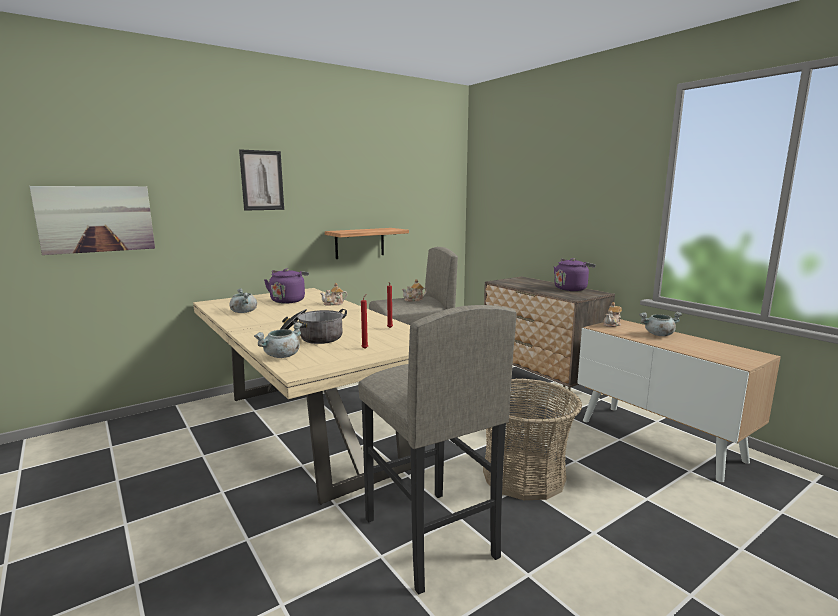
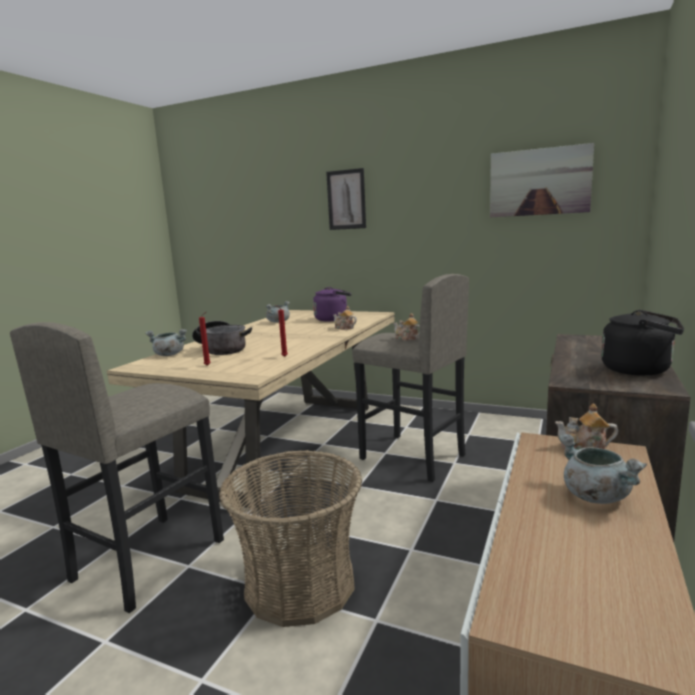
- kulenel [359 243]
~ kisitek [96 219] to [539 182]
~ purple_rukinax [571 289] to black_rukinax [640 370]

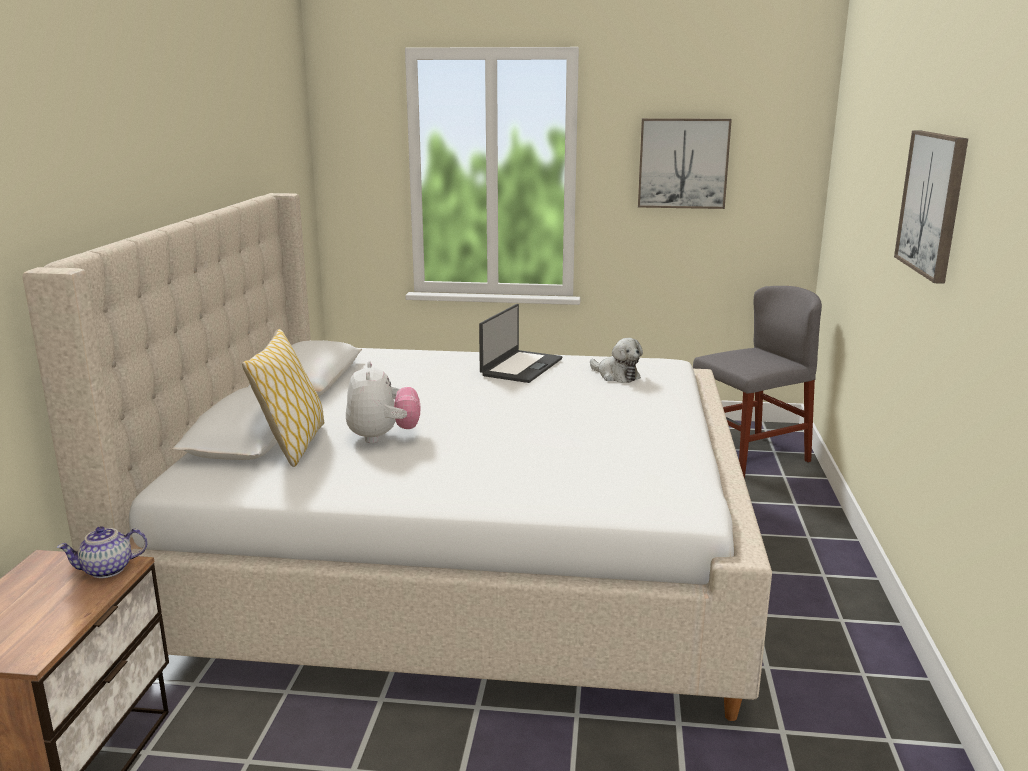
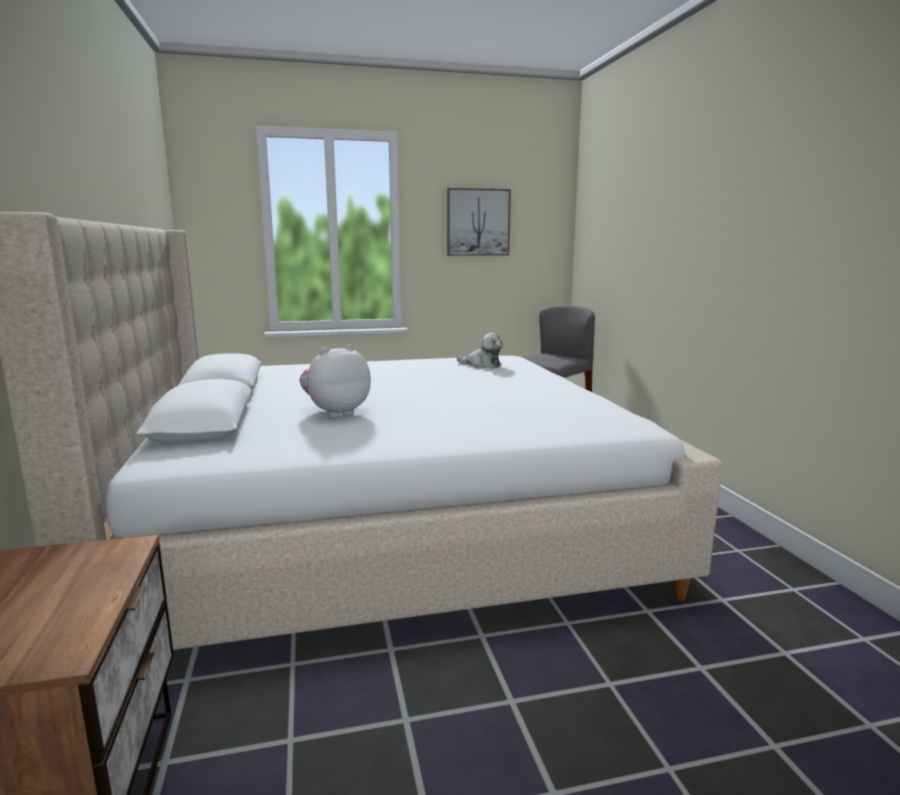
- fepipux [106 570]
- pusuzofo [293 445]
- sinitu [520 367]
- kisitek [932 203]
~ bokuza [383 437] = [335 412] 105 degrees counterclockwise

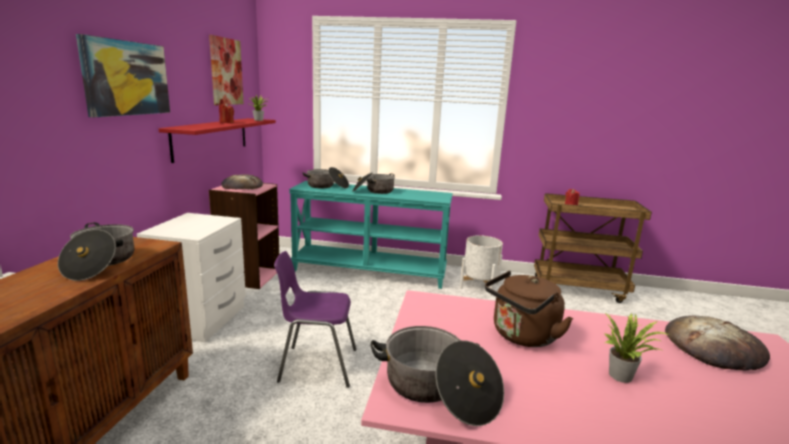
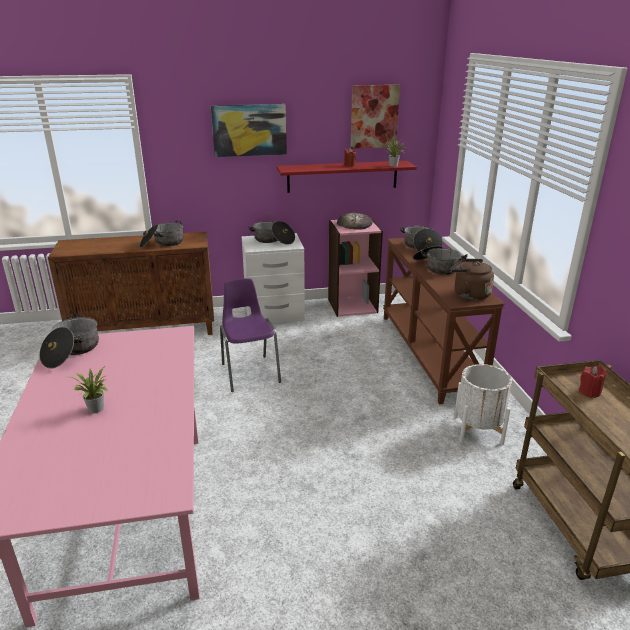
- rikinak [713 347]
+ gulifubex [273 240]
~ brown_rukinax [522 336] to [469 294]
~ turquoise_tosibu [370 271] to brown_tosibu [430 353]

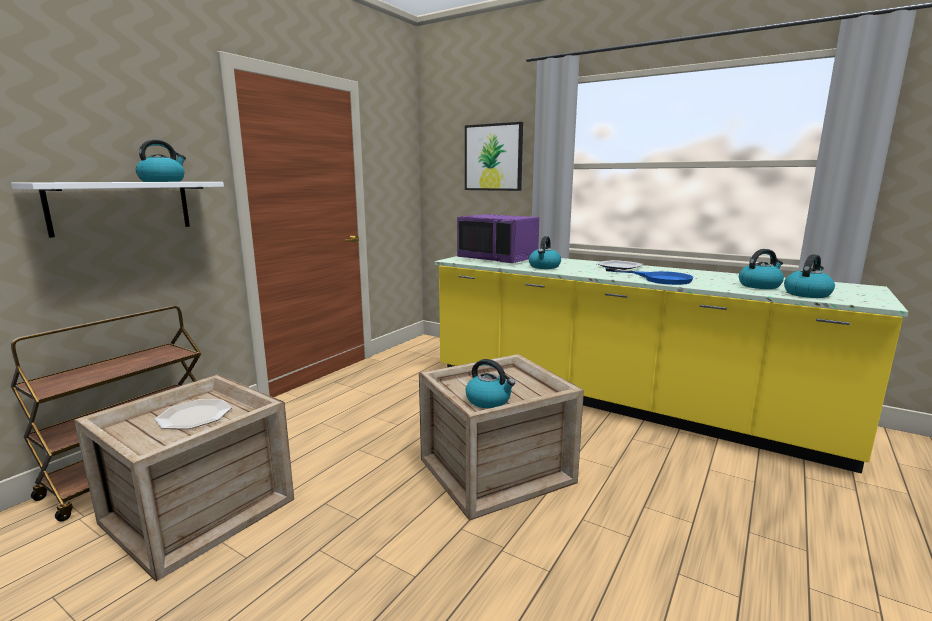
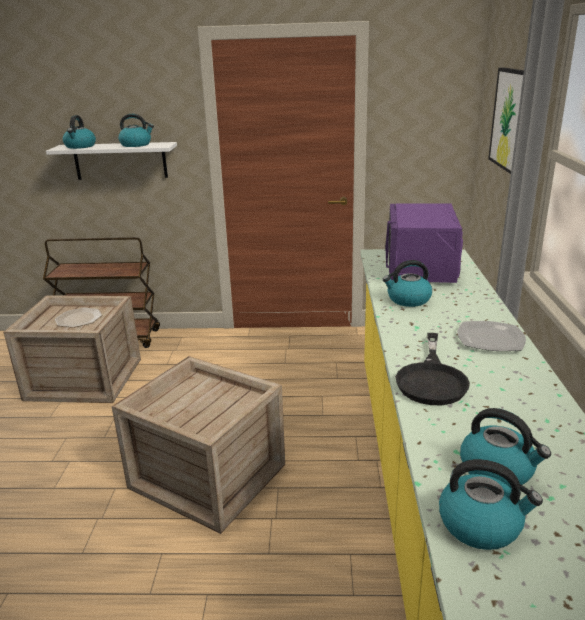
~ rukinax [489 400] to [80 146]
~ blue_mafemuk [658 279] to black_mafemuk [432 379]

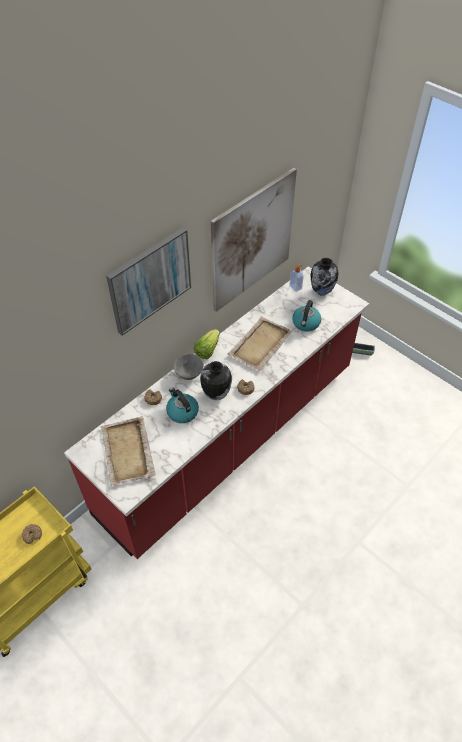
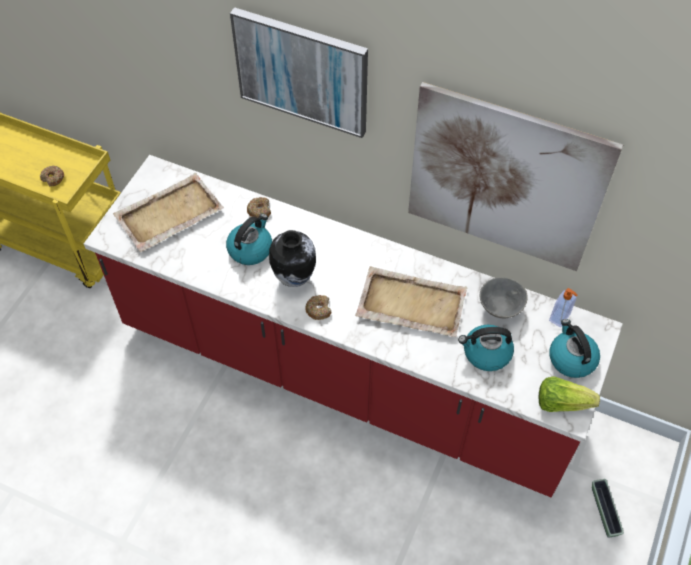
~ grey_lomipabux [188 374] to [499 307]
~ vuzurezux [207 350] to [561 402]
~ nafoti [322 291] to rukinax [571 358]

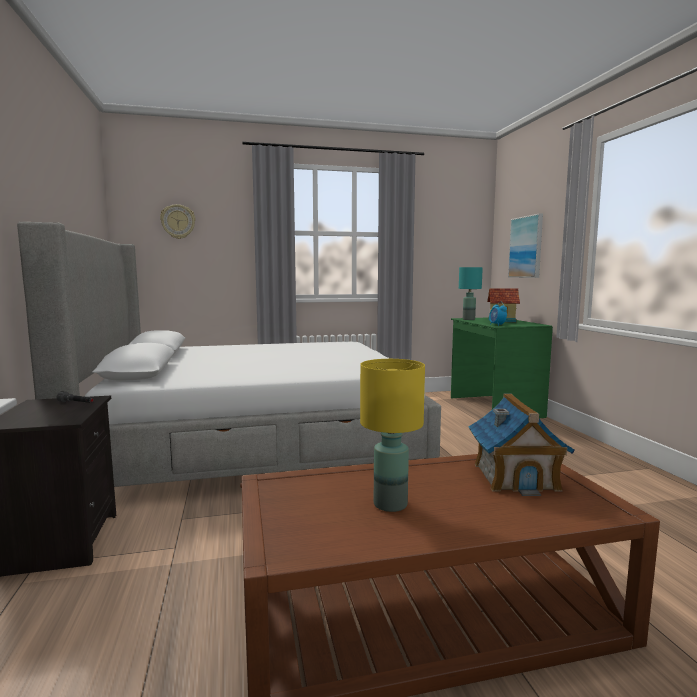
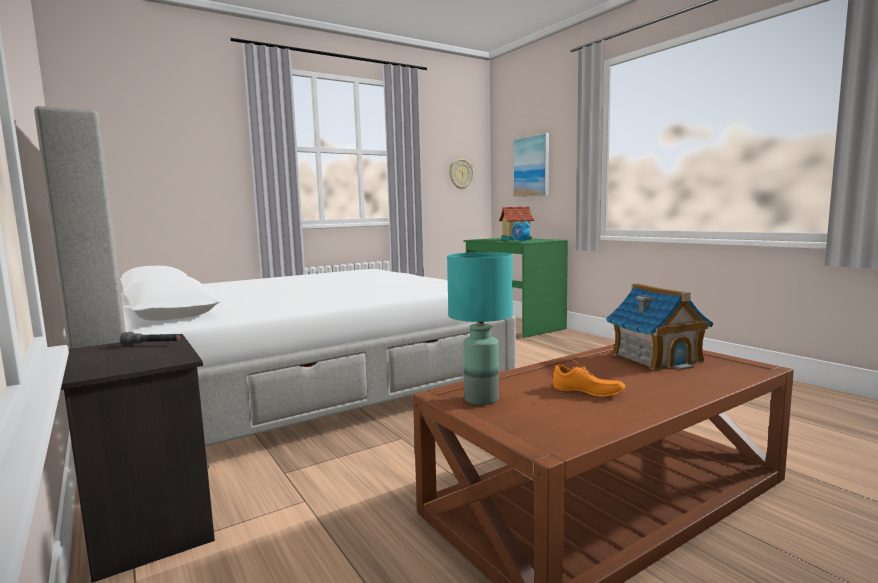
~ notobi [178 221] to [460 174]
~ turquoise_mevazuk [468 319] to [481 399]
~ yellow_mevazuk [390 504] to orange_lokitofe [587 392]

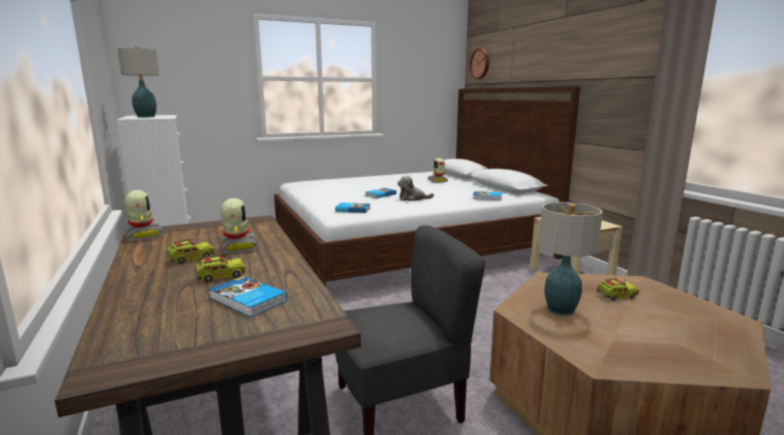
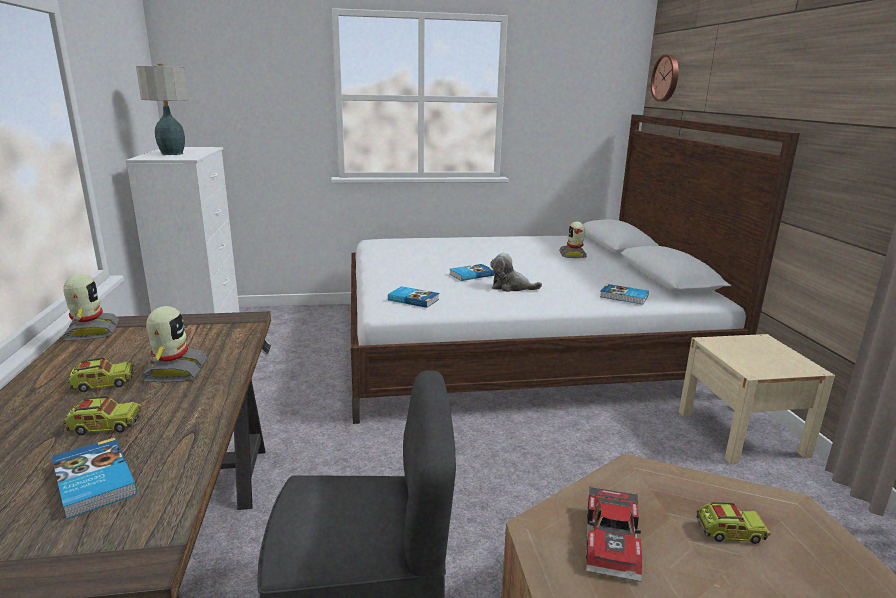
~ mevazuk [561 309] to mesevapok [614 543]

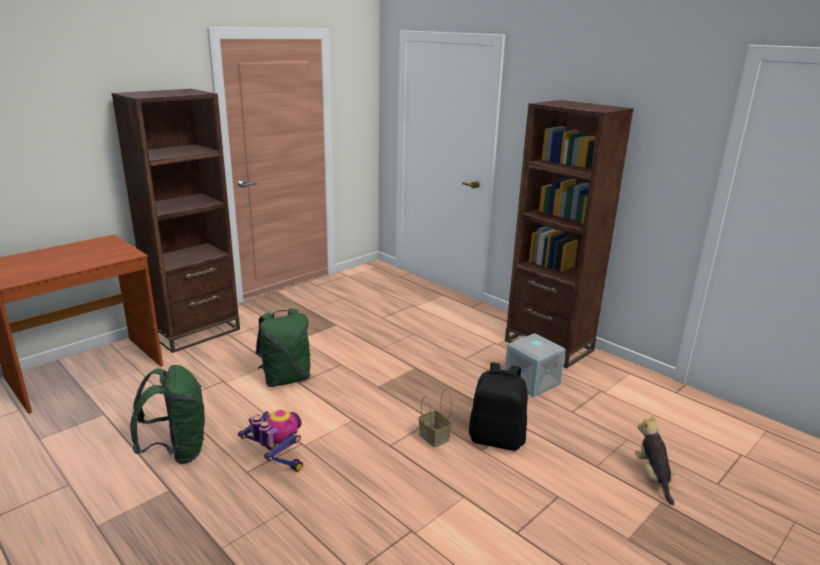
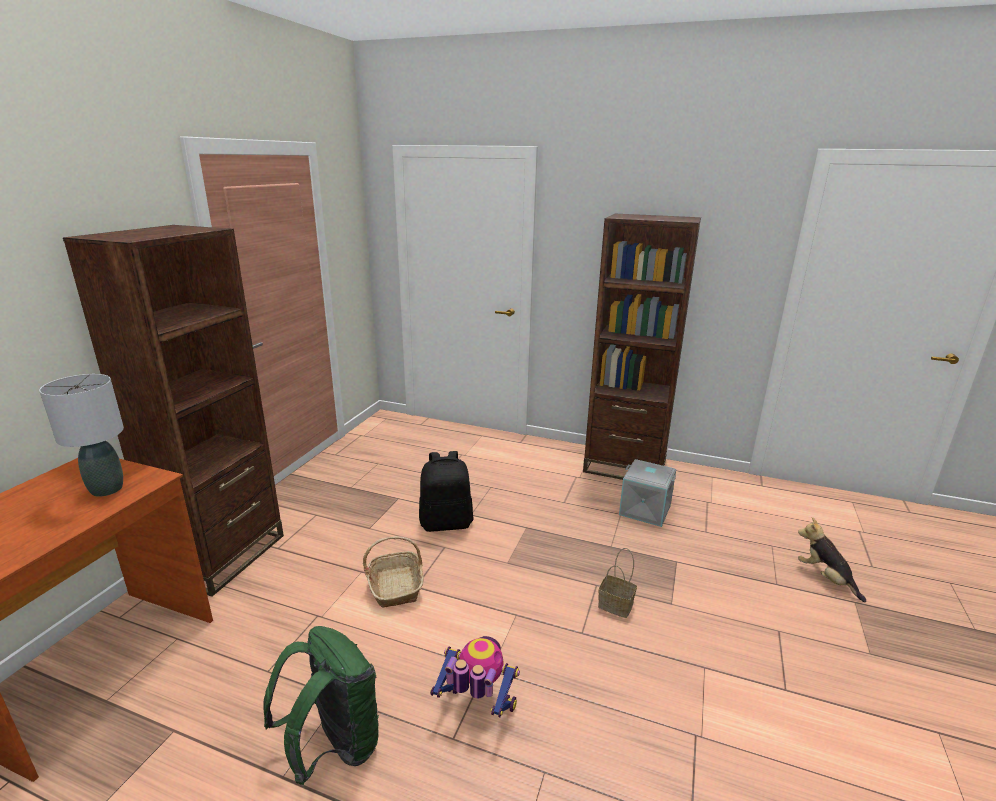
+ grey_mevazuk [106 489]
~ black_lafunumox [497 439] to [446 523]
~ green_lafunumox [286 379] to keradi [396 586]

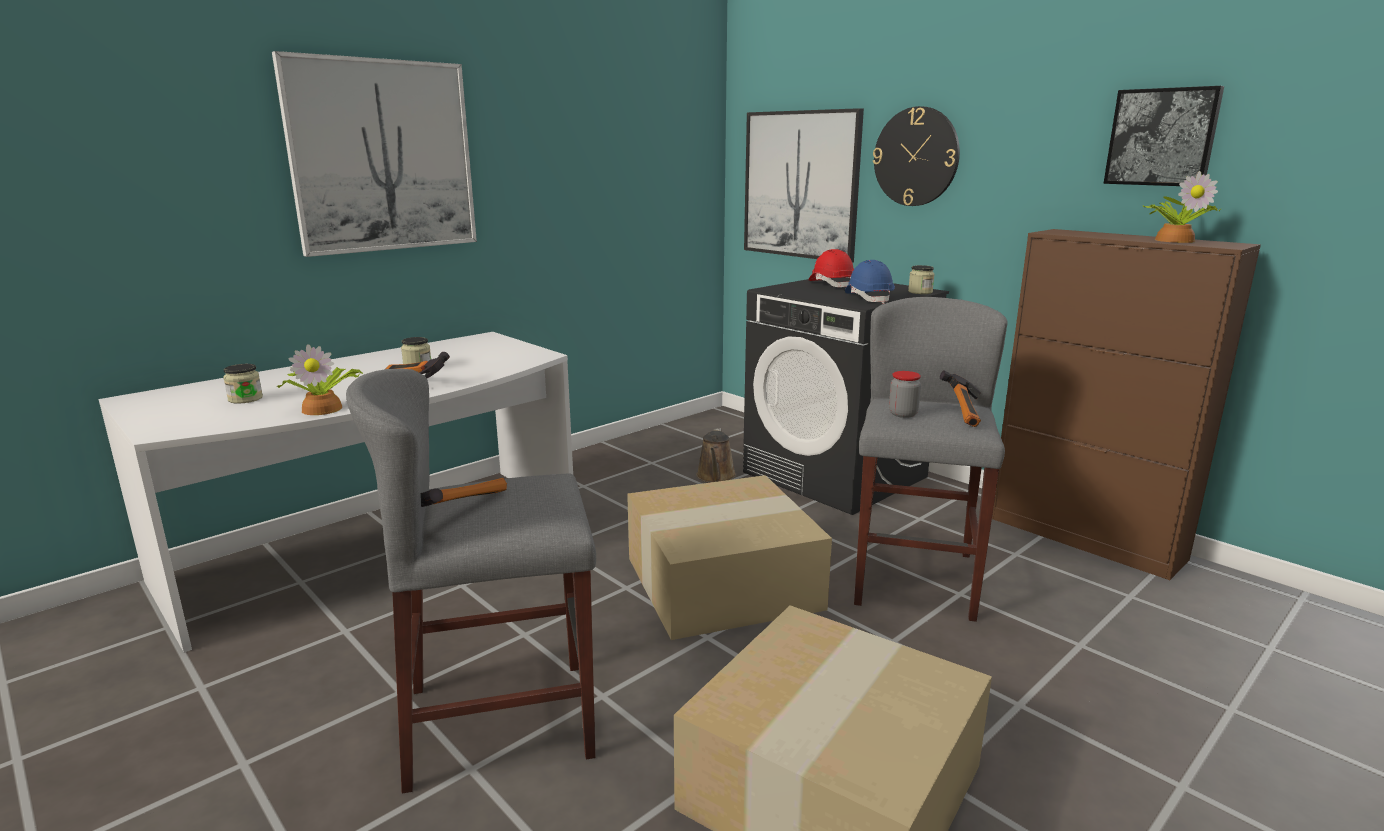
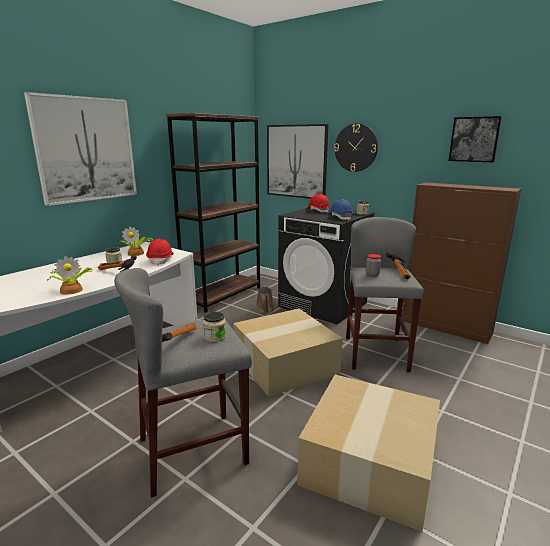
+ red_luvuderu [161 260]
+ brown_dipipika [223 295]
~ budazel [245 399] to [215 337]
~ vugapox [1175 240] to [136 253]

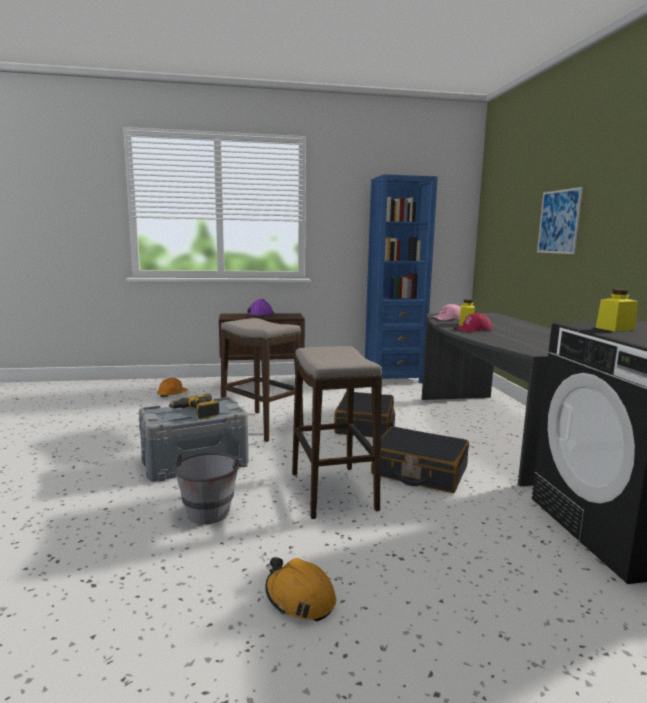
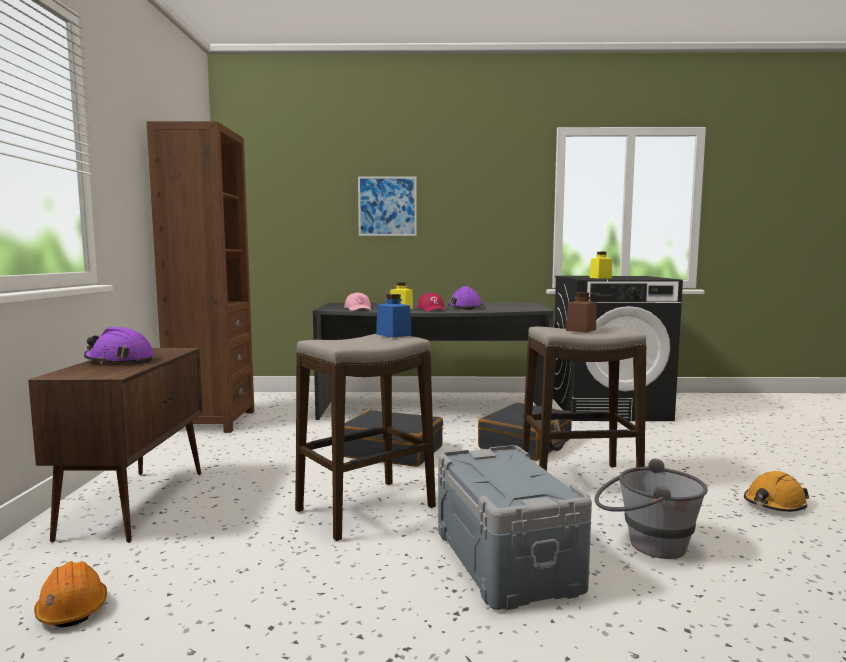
- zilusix [196 412]
+ blue_budazel [393 335]
+ purple_luvuderu [465 307]
+ brown_budazel [581 330]
~ blue_dipipika [393 378] to brown_dipipika [212 421]

